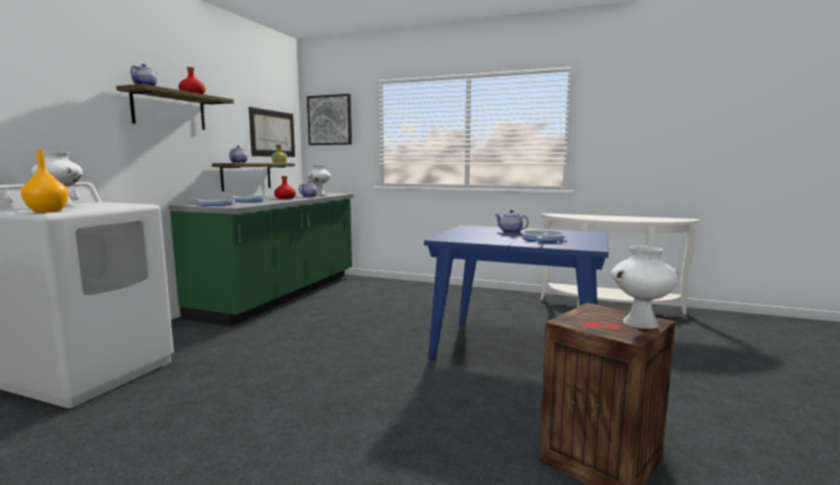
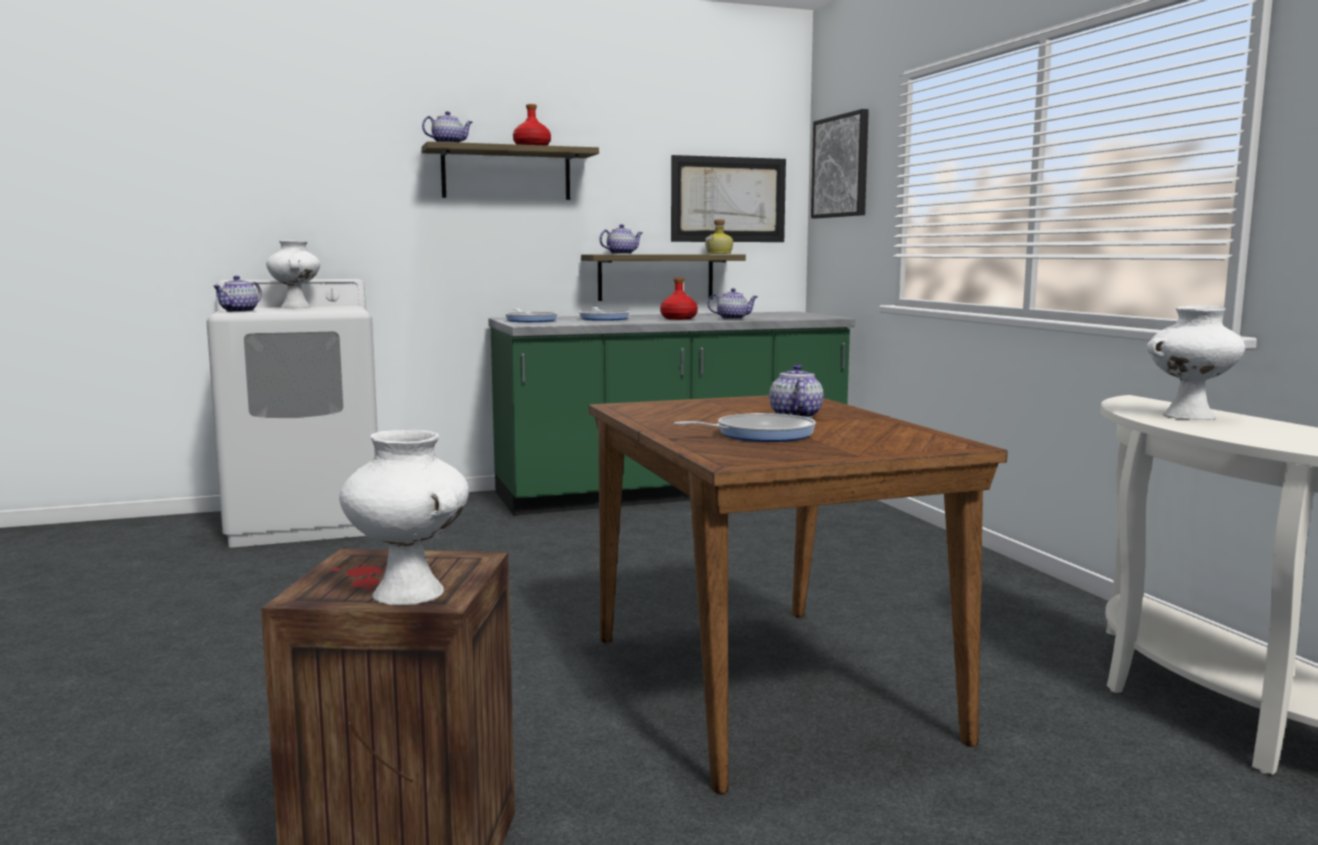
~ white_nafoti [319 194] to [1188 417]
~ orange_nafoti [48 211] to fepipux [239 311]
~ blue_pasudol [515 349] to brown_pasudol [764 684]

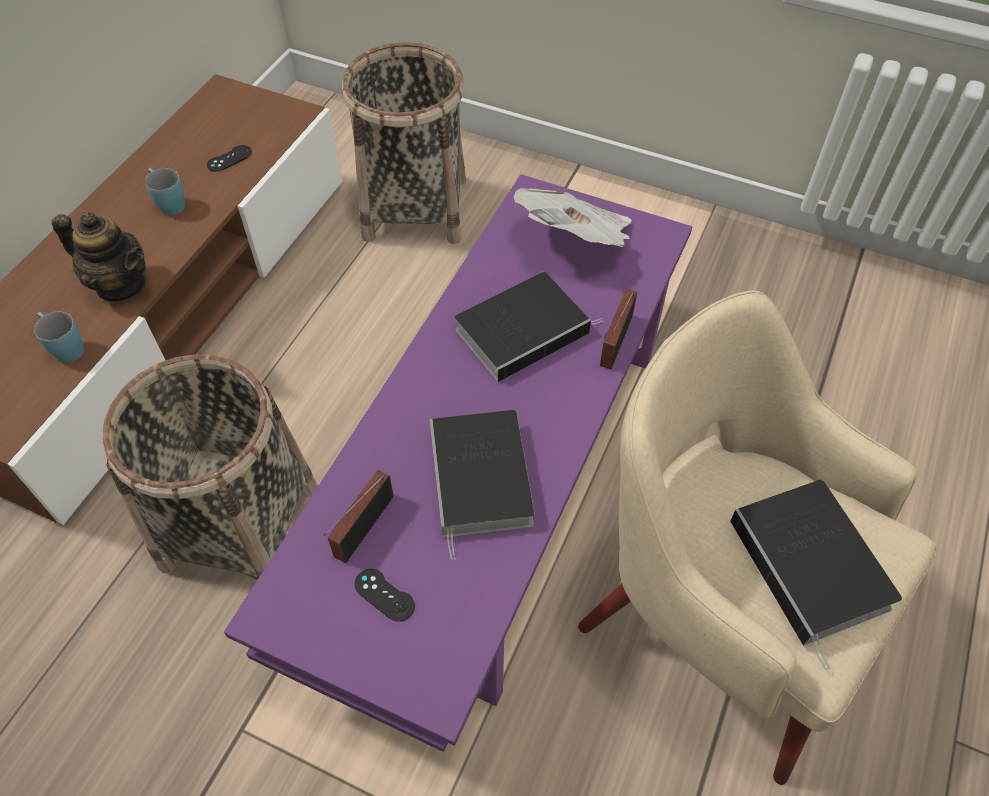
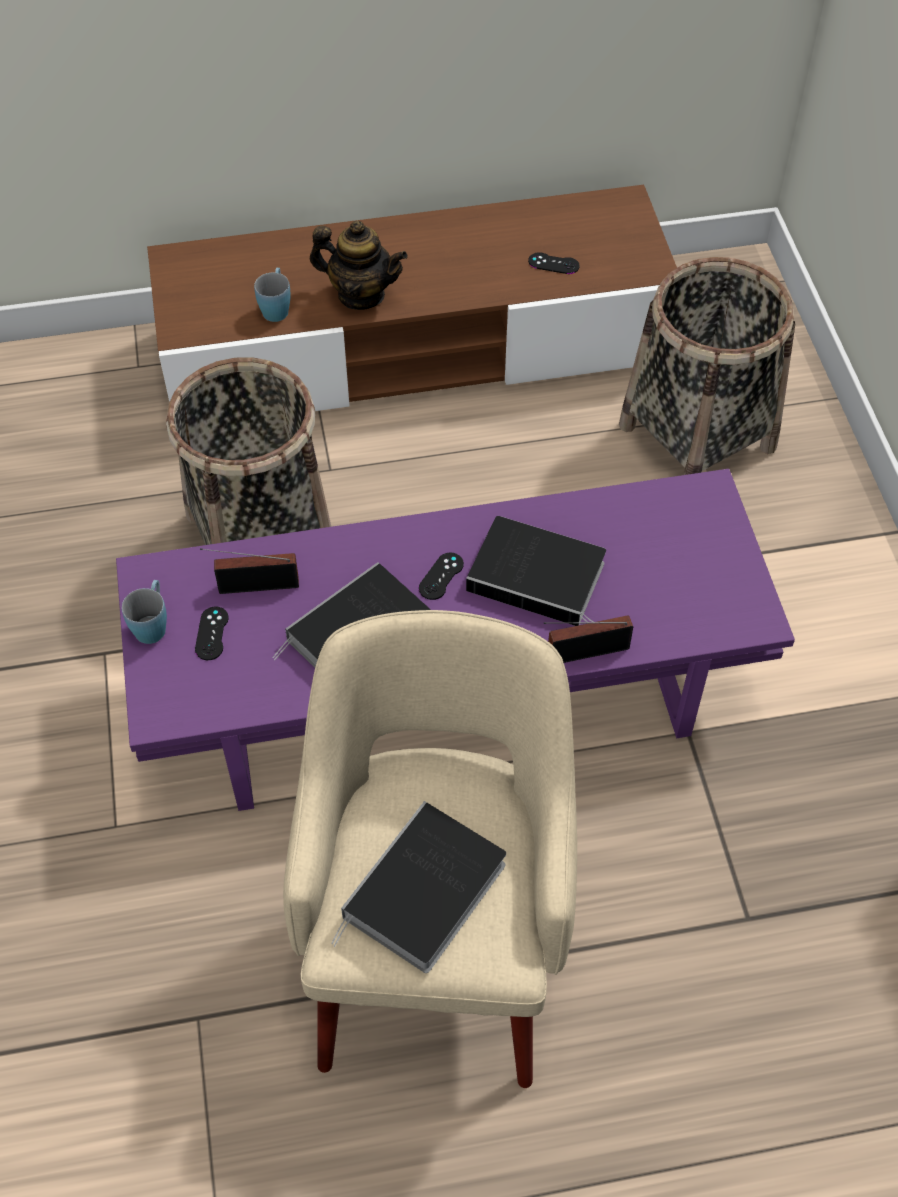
- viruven [576 239]
+ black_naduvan [441 576]
~ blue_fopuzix [169 203] to [152 624]
~ fepipux [121 284] = [361 294] 60 degrees counterclockwise

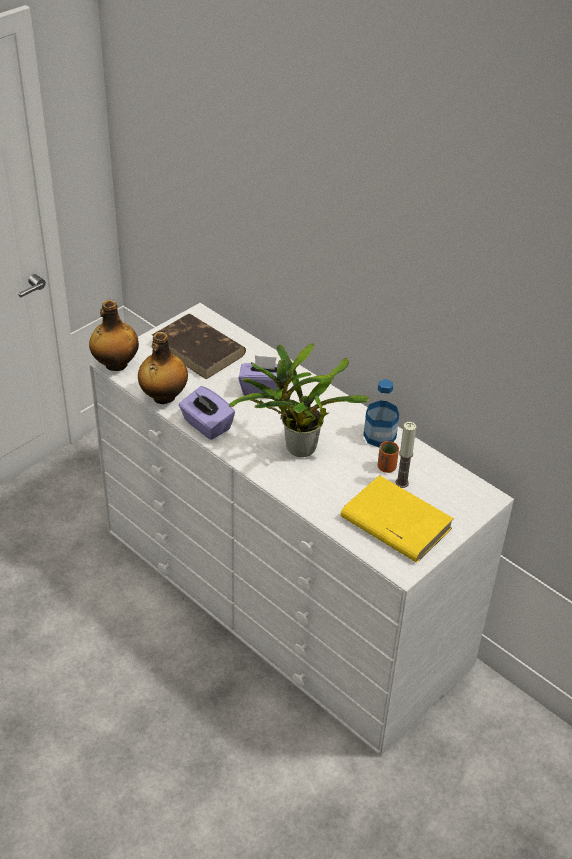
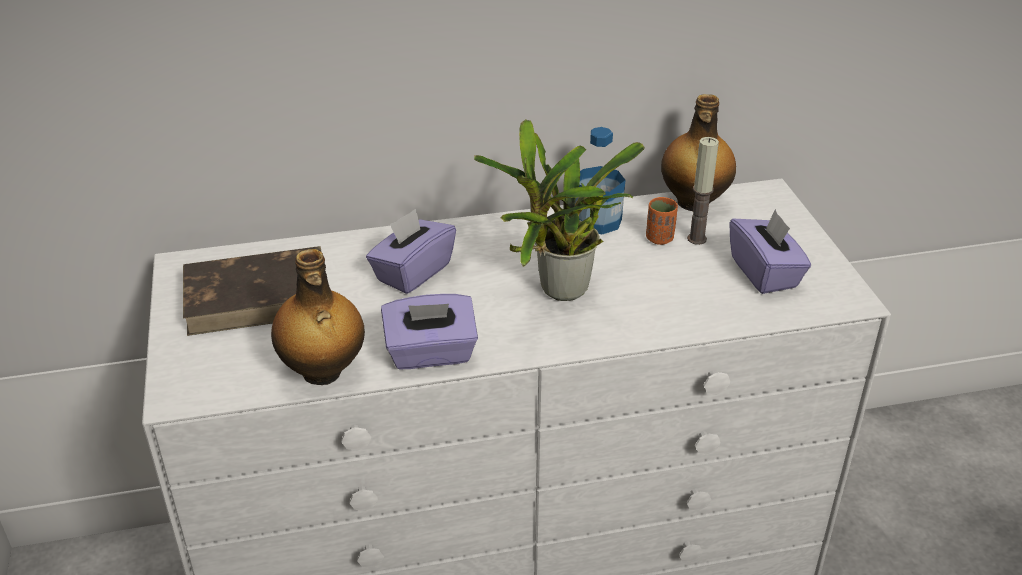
~ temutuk [115 365] to [693 203]
~ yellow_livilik [395 523] to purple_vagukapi [765 273]

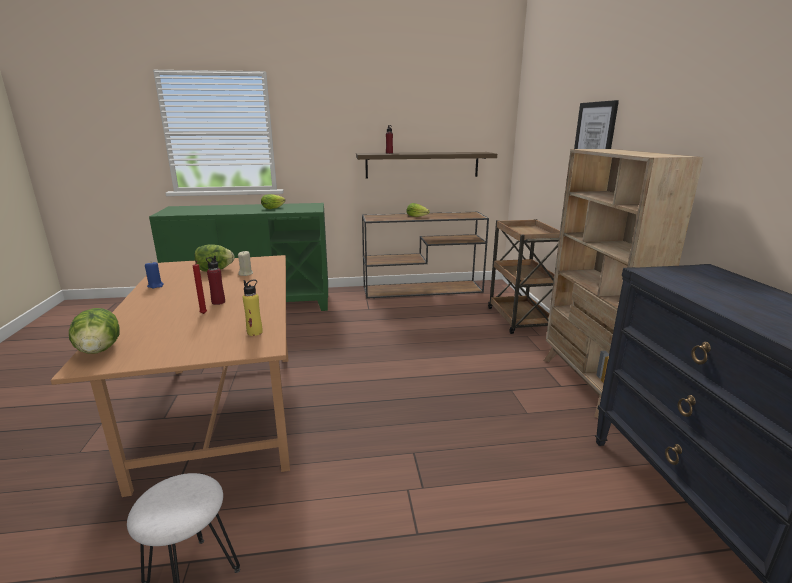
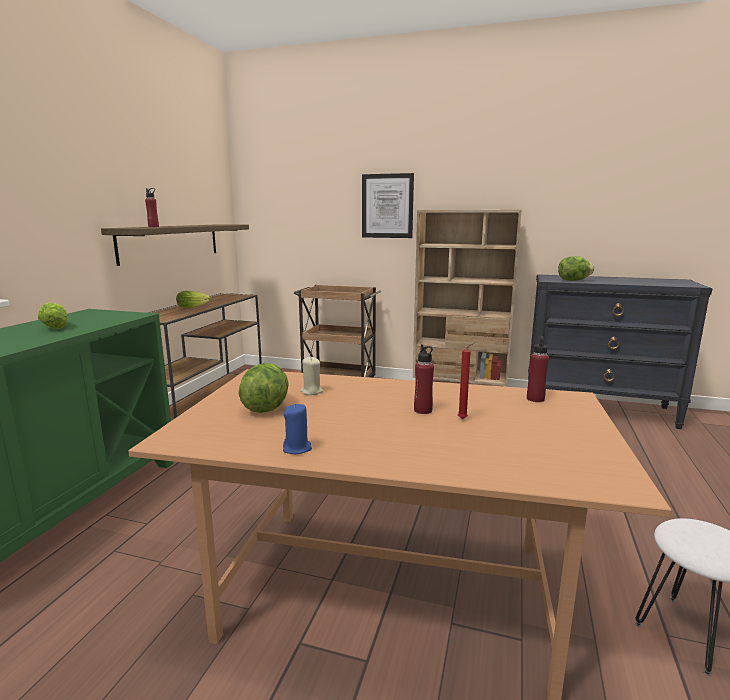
~ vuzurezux [99 350] to [573 280]
~ yellow_temutuk [255 332] to red_temutuk [535 399]

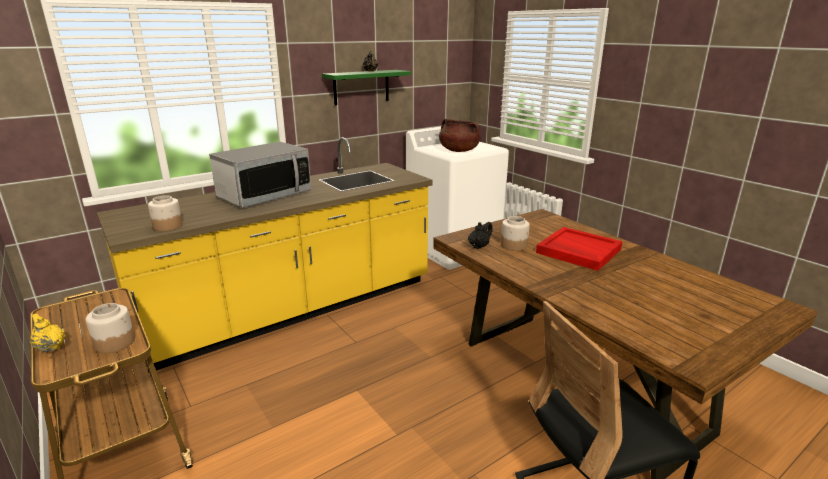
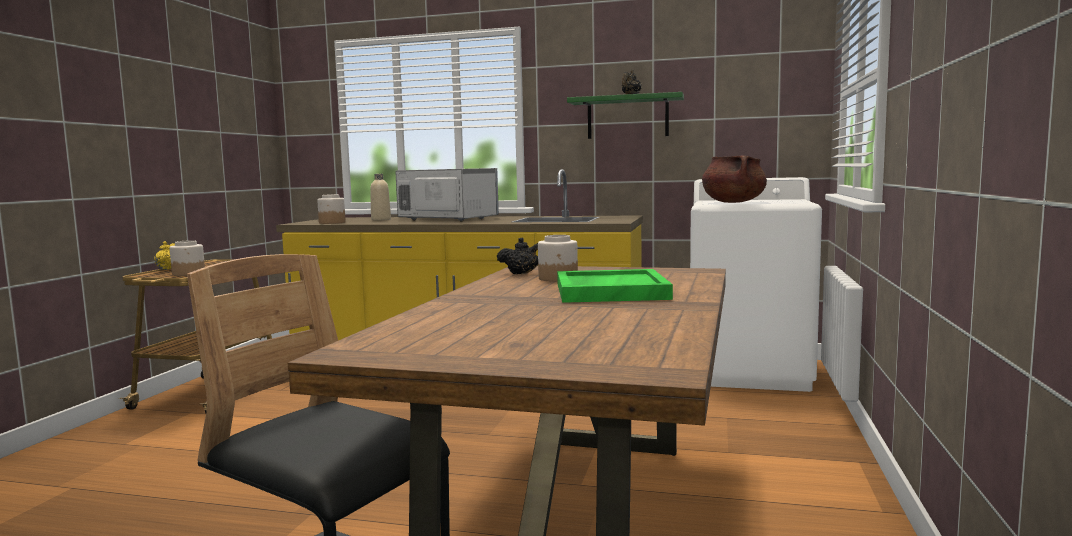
+ beige_temutuk [381 219]
~ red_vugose [578 251] to green_vugose [609 291]
~ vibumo [264 195] = [447 219] 150 degrees counterclockwise

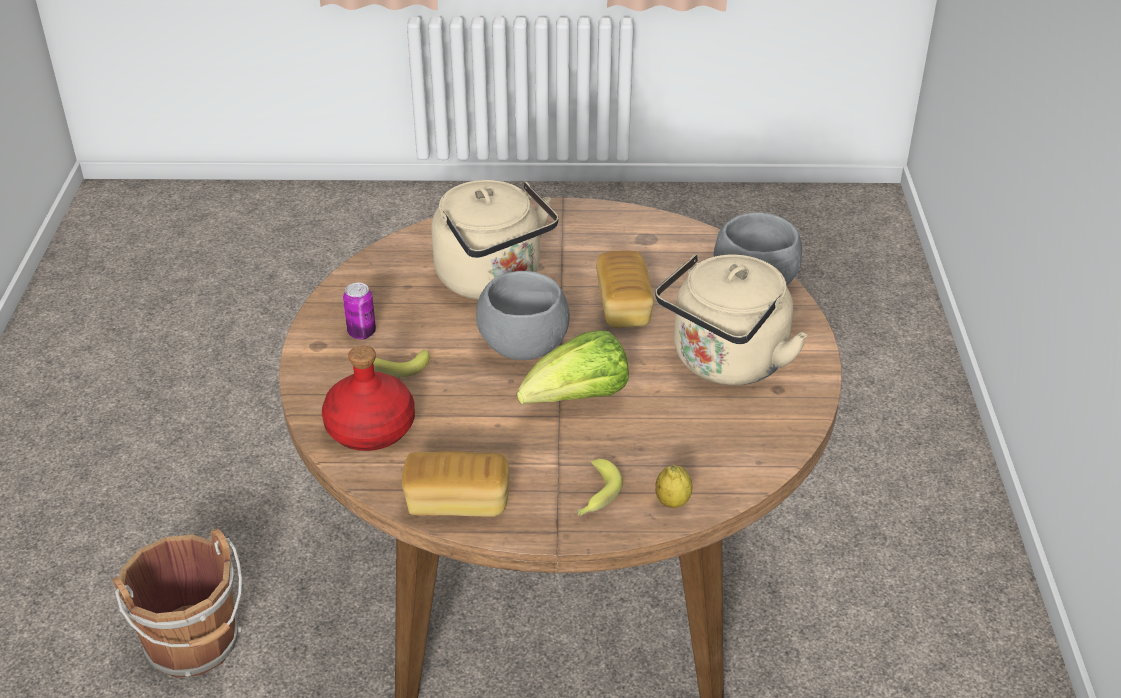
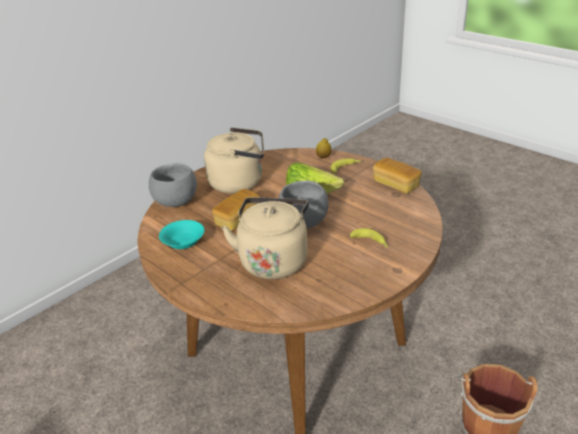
- red_temutuk [371 429]
- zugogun [361 333]
+ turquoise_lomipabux [183 243]

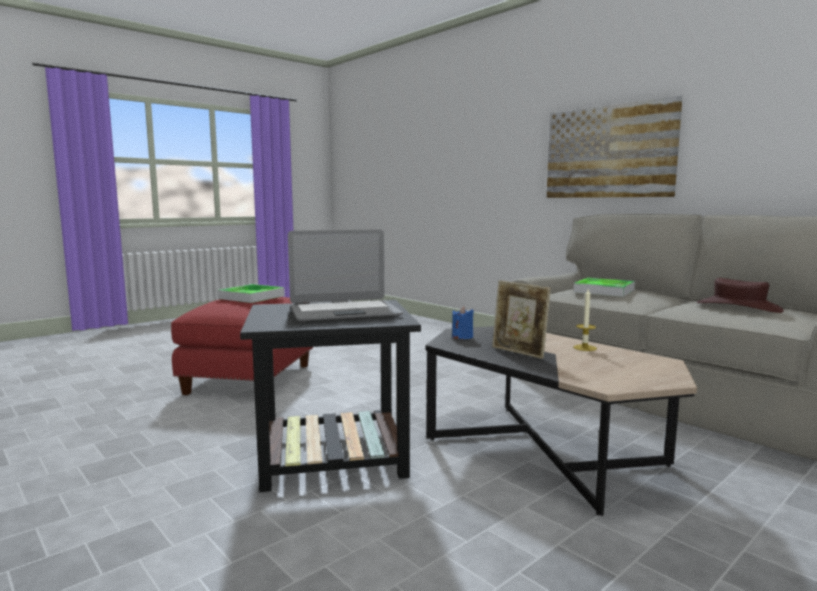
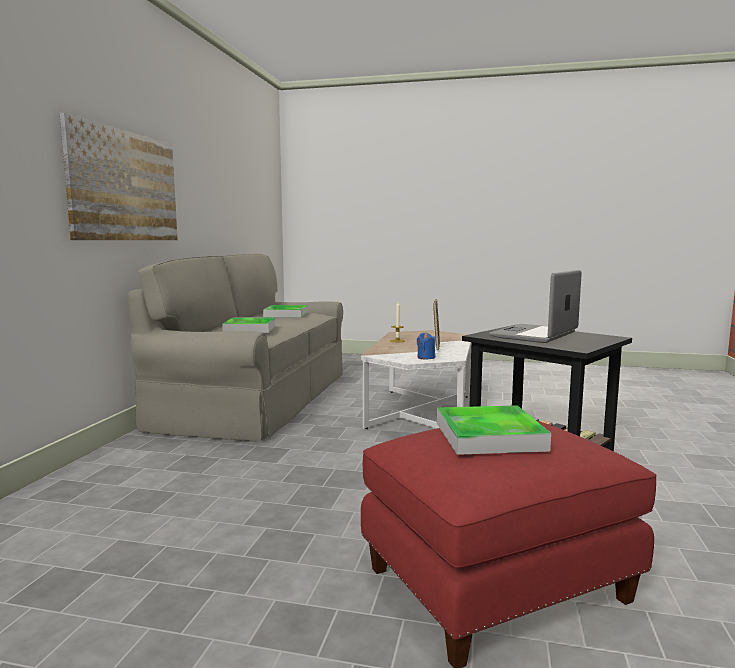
~ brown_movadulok [738 307] to vugose [286 314]
~ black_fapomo [544 452] to white_fapomo [420 411]
~ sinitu [344 312] = [535 335] 90 degrees counterclockwise

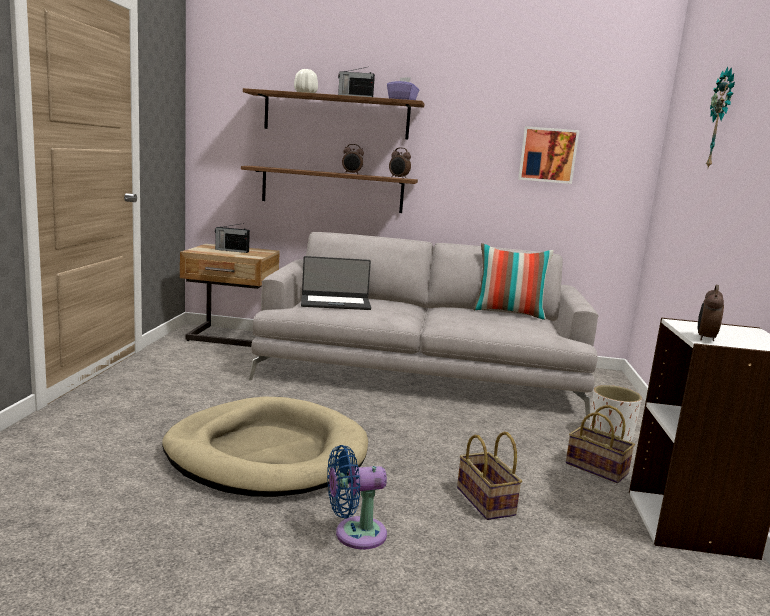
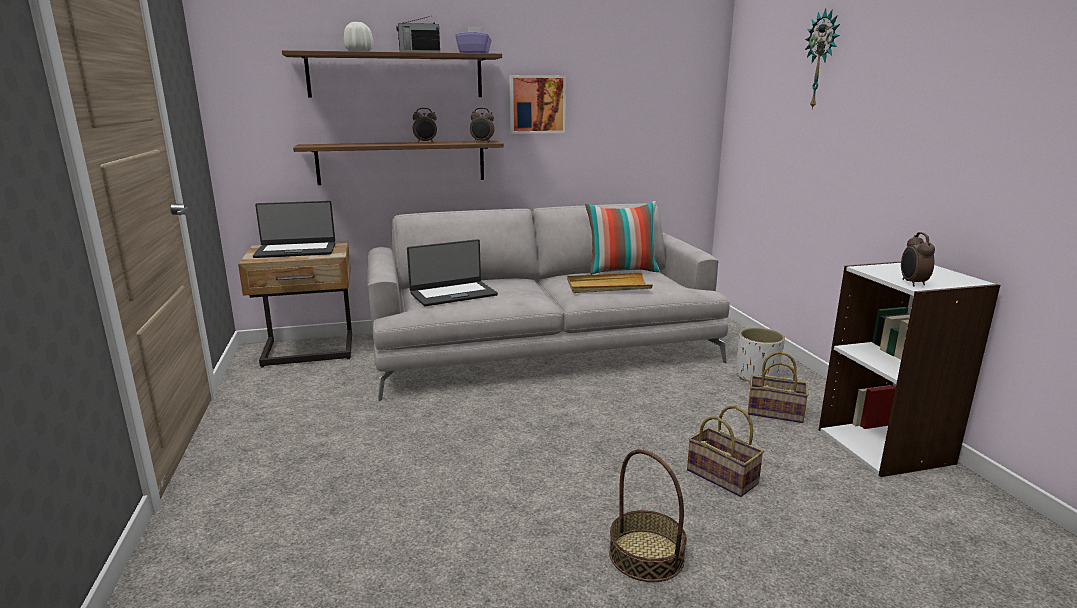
- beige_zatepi [267 454]
+ beige_vugose [608 286]
~ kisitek [547 155] to [537 104]
~ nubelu [231 250] to sinitu [296 250]
~ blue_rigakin [355 534] to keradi [646 555]

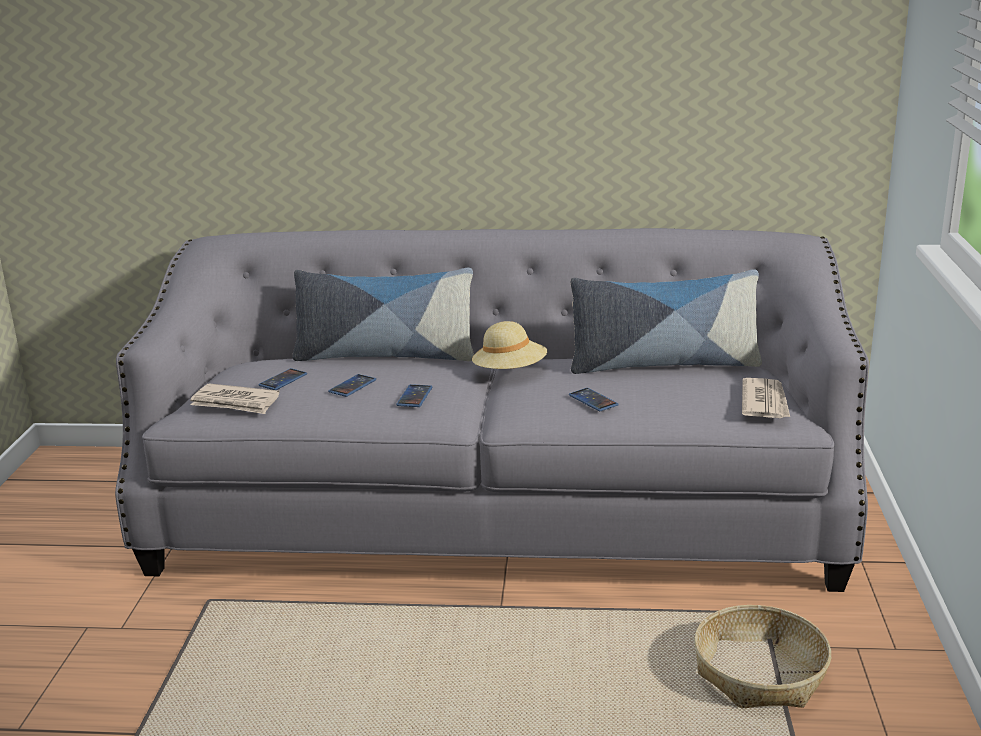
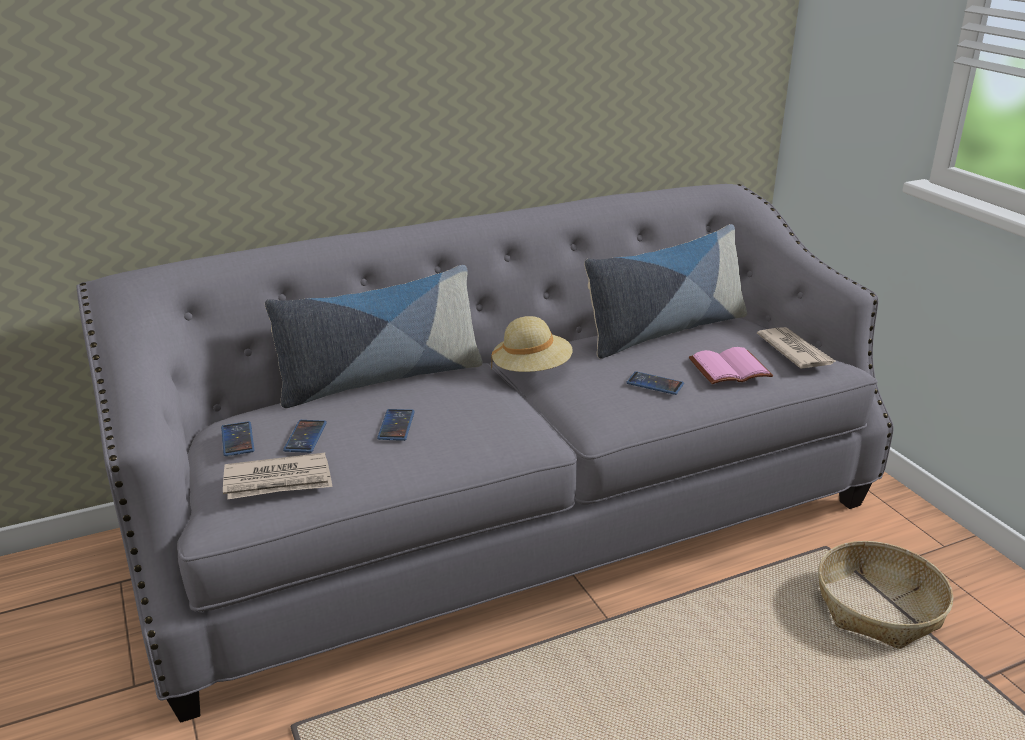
+ pink_livilik [730 368]
~ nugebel [414 396] to [237 439]

